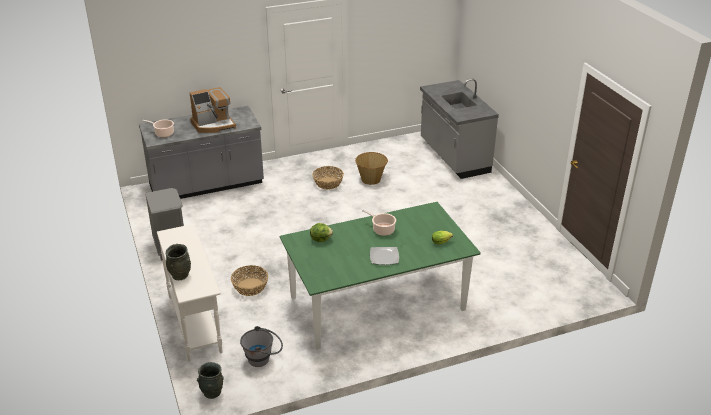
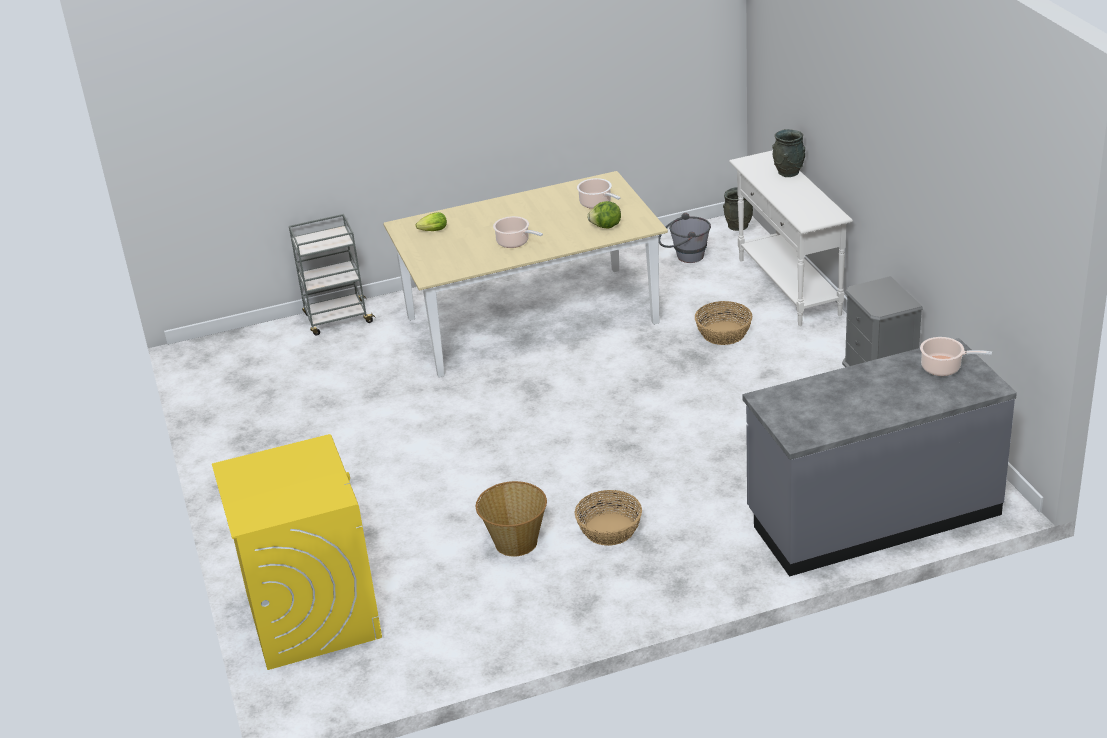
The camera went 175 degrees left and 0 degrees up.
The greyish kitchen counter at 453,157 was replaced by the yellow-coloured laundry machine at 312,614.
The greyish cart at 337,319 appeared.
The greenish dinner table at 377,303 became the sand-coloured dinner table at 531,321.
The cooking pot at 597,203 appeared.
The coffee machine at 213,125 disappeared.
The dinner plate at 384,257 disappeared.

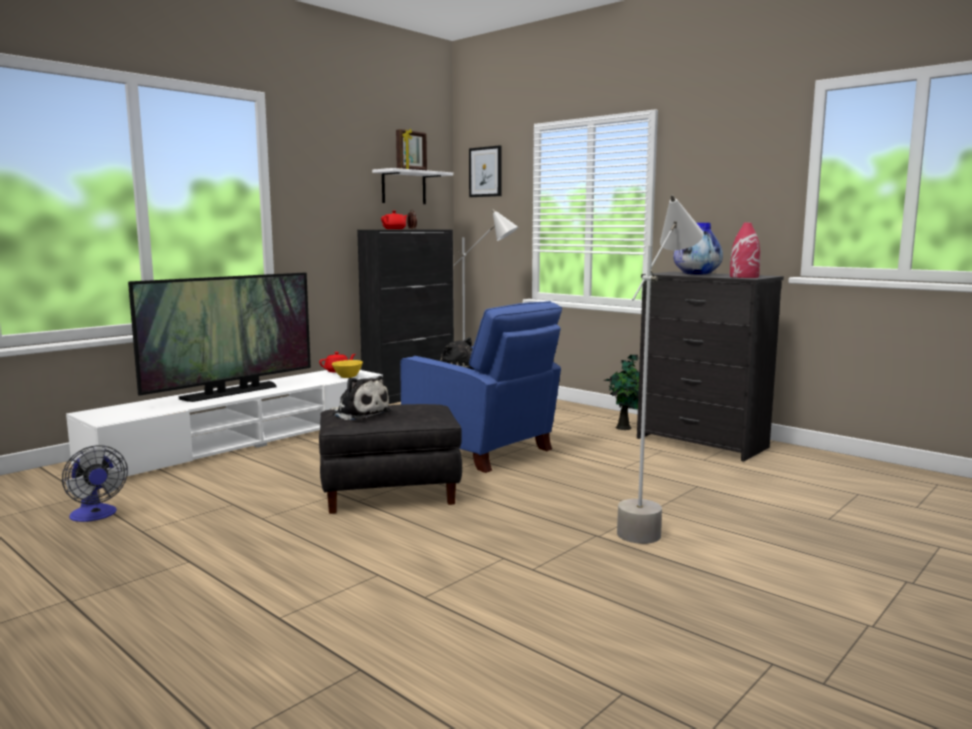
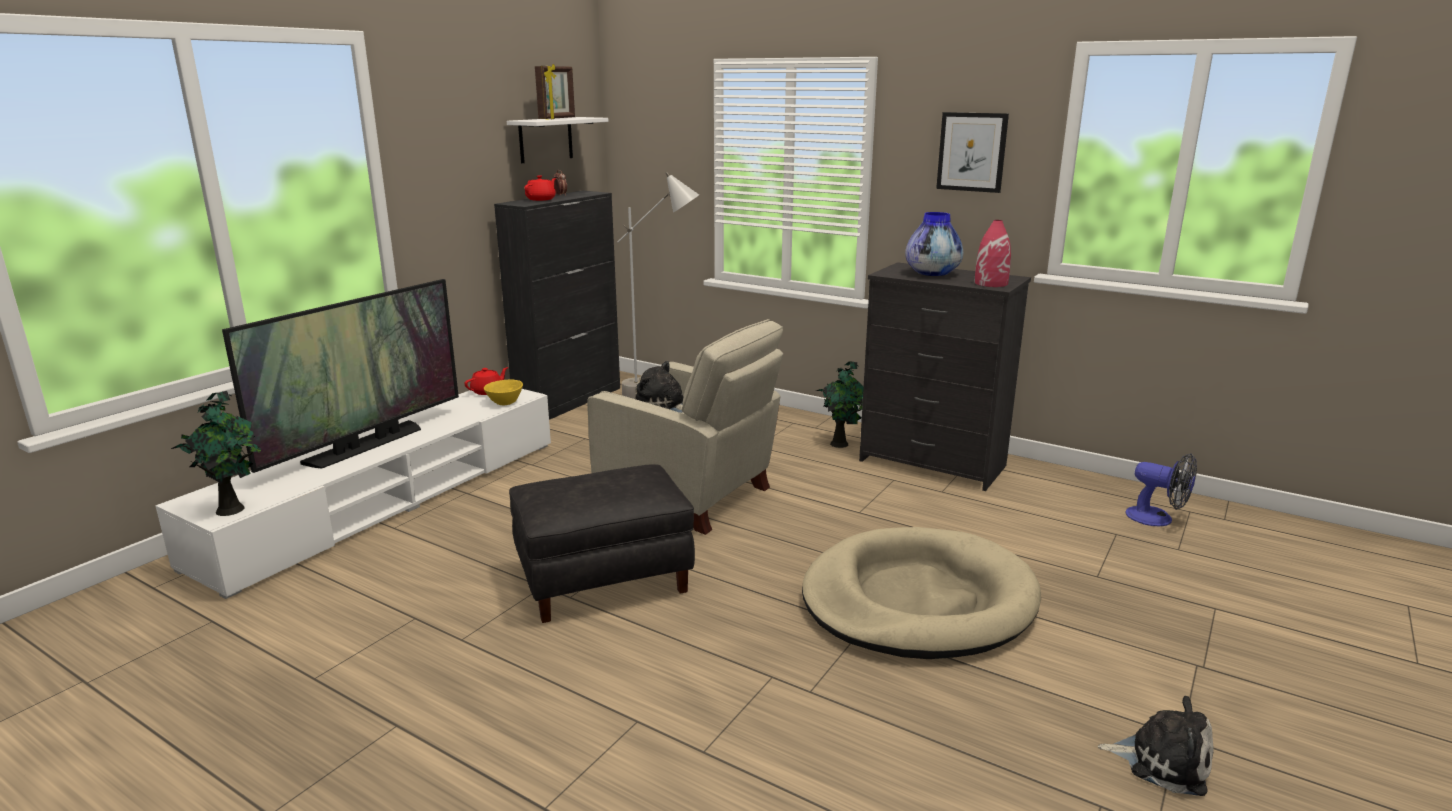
The camera went 10 degrees left and 10 degrees up.
The houseplant at 232,509 appeared.
The blue-coloured lounge chair at 483,451 became the sand-coloured lounge chair at 691,496.
The greyish standing lamp at 652,522 was replaced by the sand-coloured dog bed at 917,601.
The wall picture moved from 485,172 to 972,152.
The plush toy moved from 359,413 to 1162,761.
The electric fan moved from 95,516 to 1157,519.

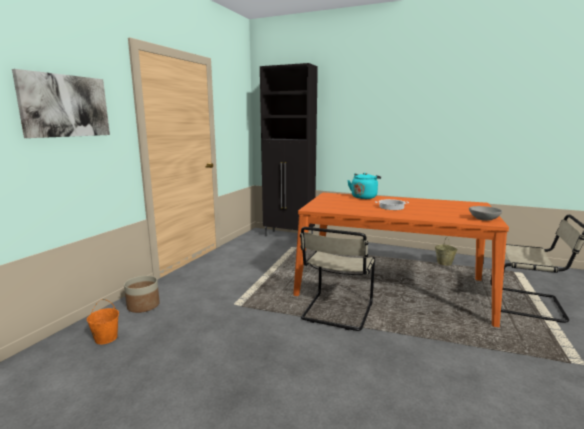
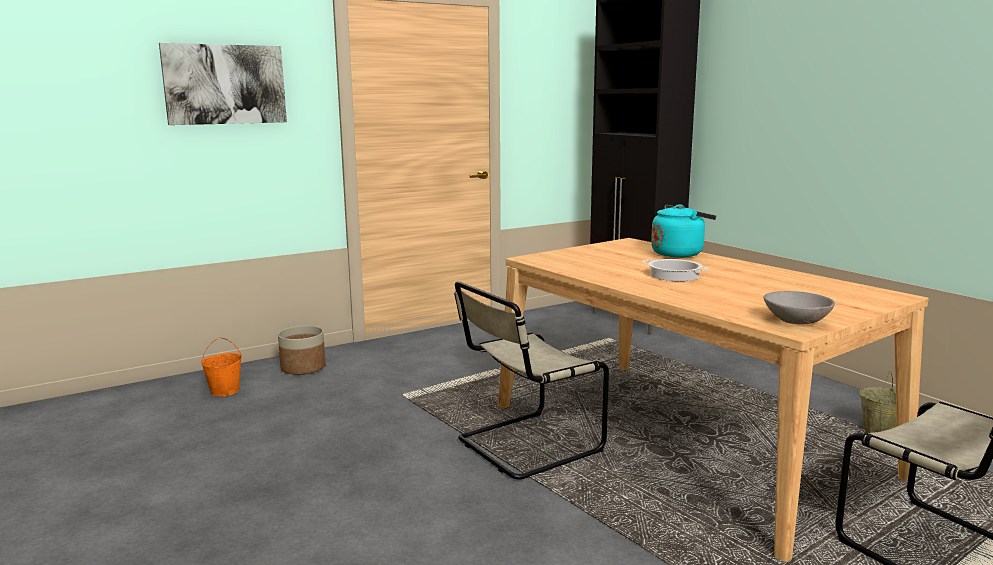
The camera went 35 degrees right and 0 degrees up.
The orange dinner table at 391,287 became the sand-coloured dinner table at 683,439.

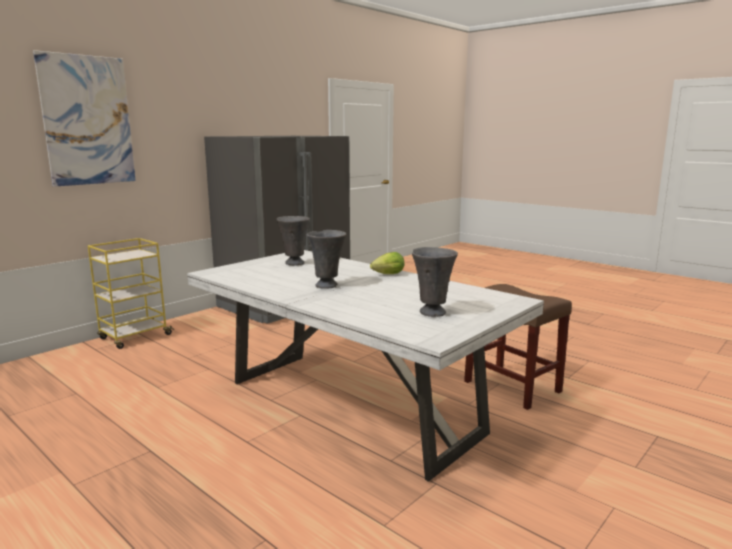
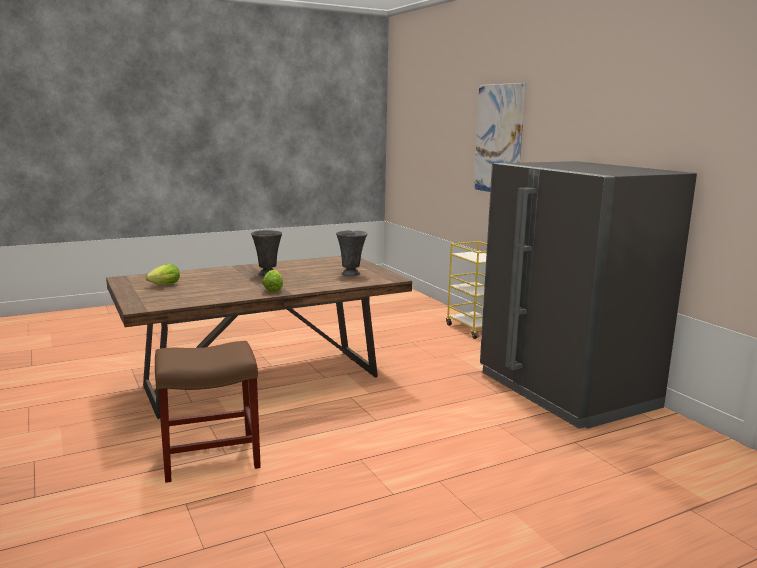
The camera went 110 degrees right and 0 degrees up.
The white dinner table at 352,407 became the brownish dinner table at 262,382.
The greyish vase at 432,312 was replaced by the lettuce at 163,285.

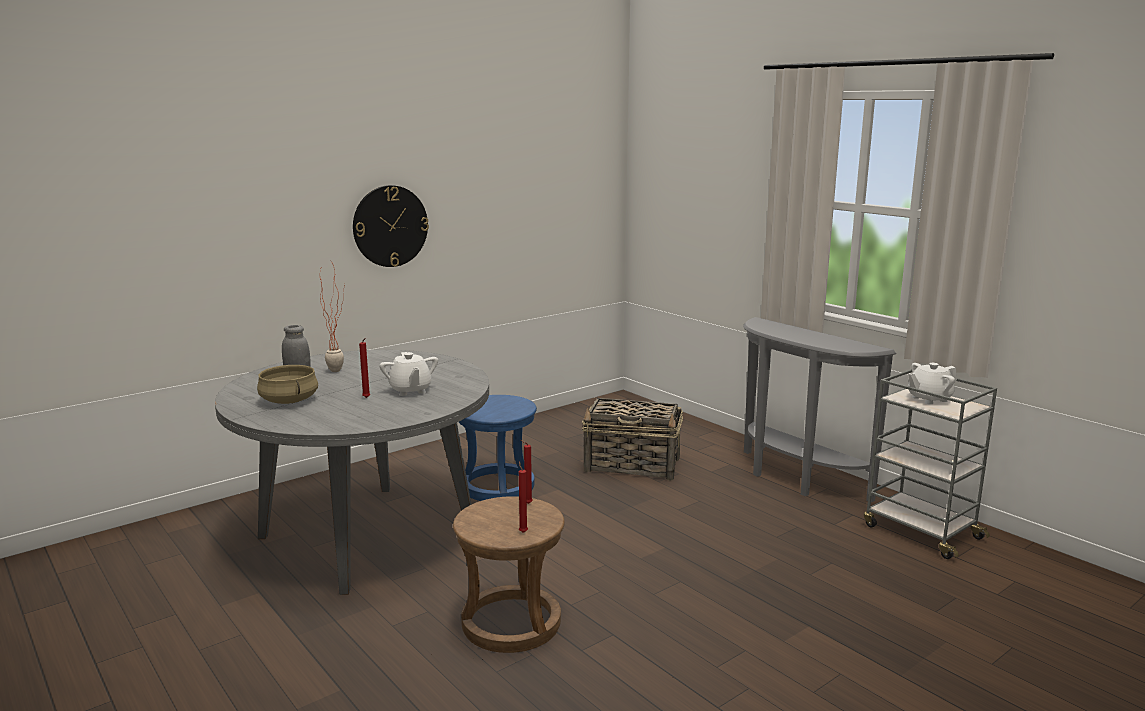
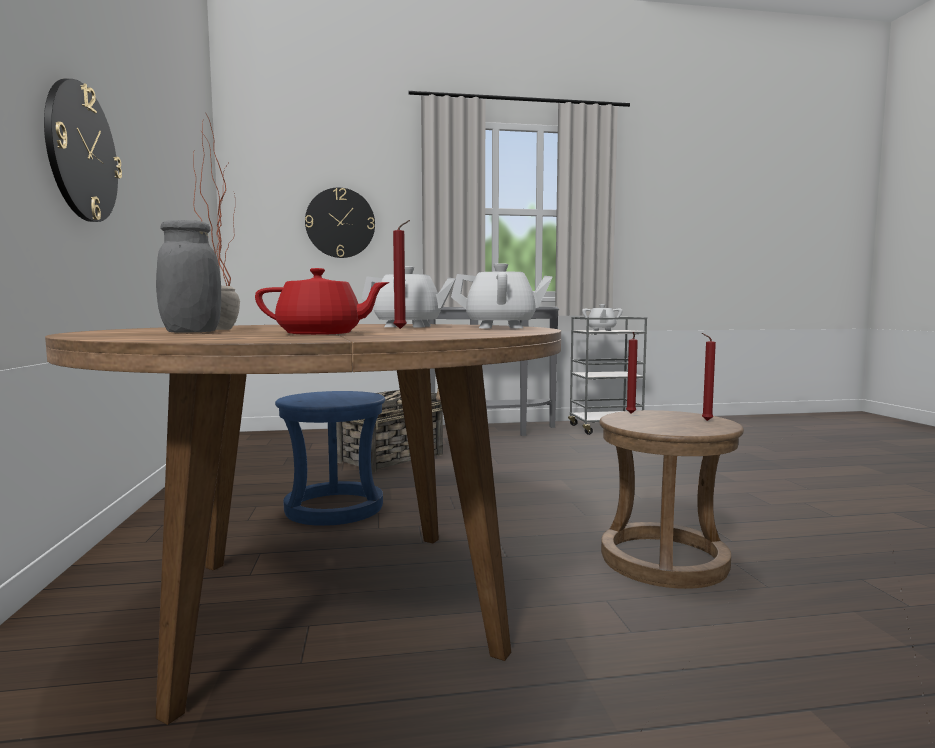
The camera went 60 degrees left and 10 degrees down.
The greyish dinner table at 367,535 became the brownish dinner table at 336,604.
The sand-coloured cooking pot at 290,400 was replaced by the red-coloured tea pot at 321,334.
The wall clock at 340,223 appeared.
The white tea pot at 501,327 appeared.

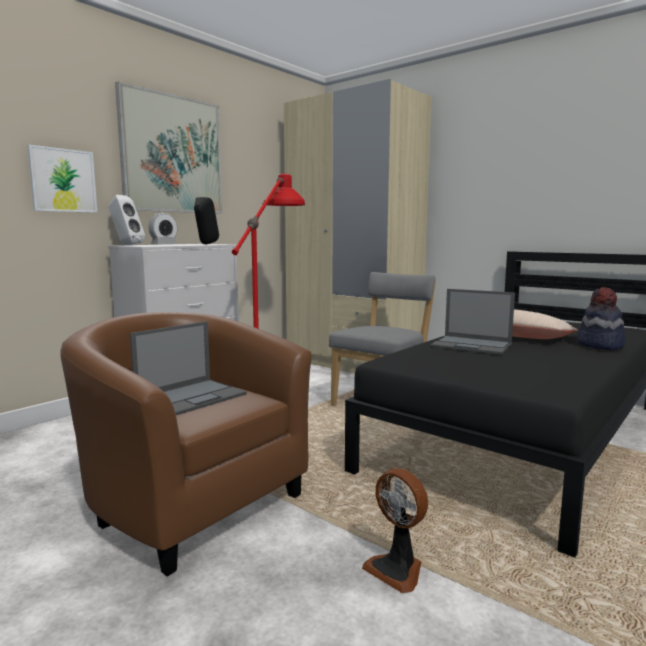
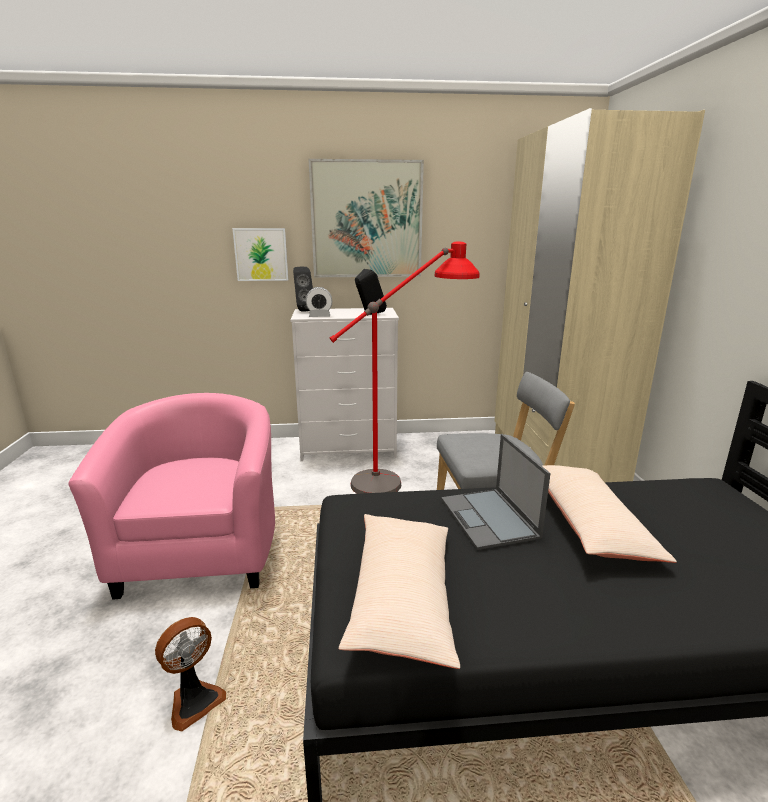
The camera went 45 degrees right and 10 degrees up.
The brownish lounge chair at 191,502 became the pink-coloured lounge chair at 203,551.
The electric fan at 397,569 turned 135 degrees counterclockwise.
The white speaker at 126,245 became the black-coloured speaker at 303,311.
The sand-coloured throw pillow at 403,597 appeared.
The laptop at 192,397 disappeared.
The clothing hat at 599,345 disappeared.

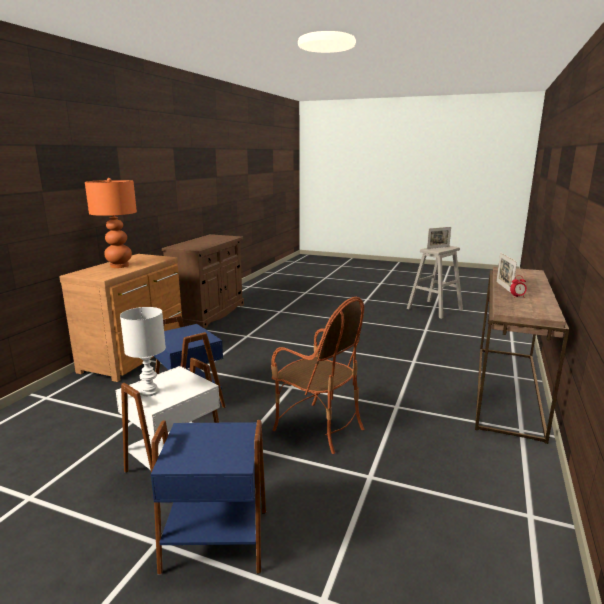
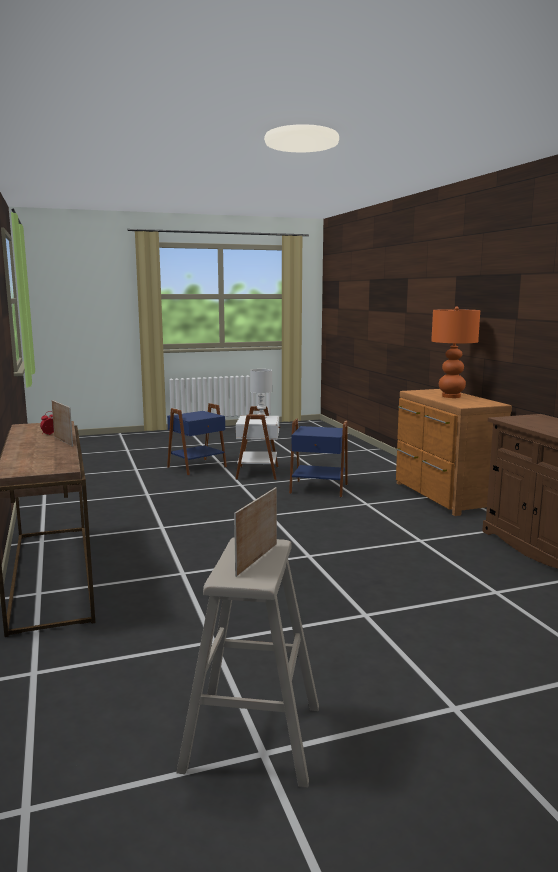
The camera went 140 degrees right and 5 degrees down.
The lounge chair at 318,428 disappeared.

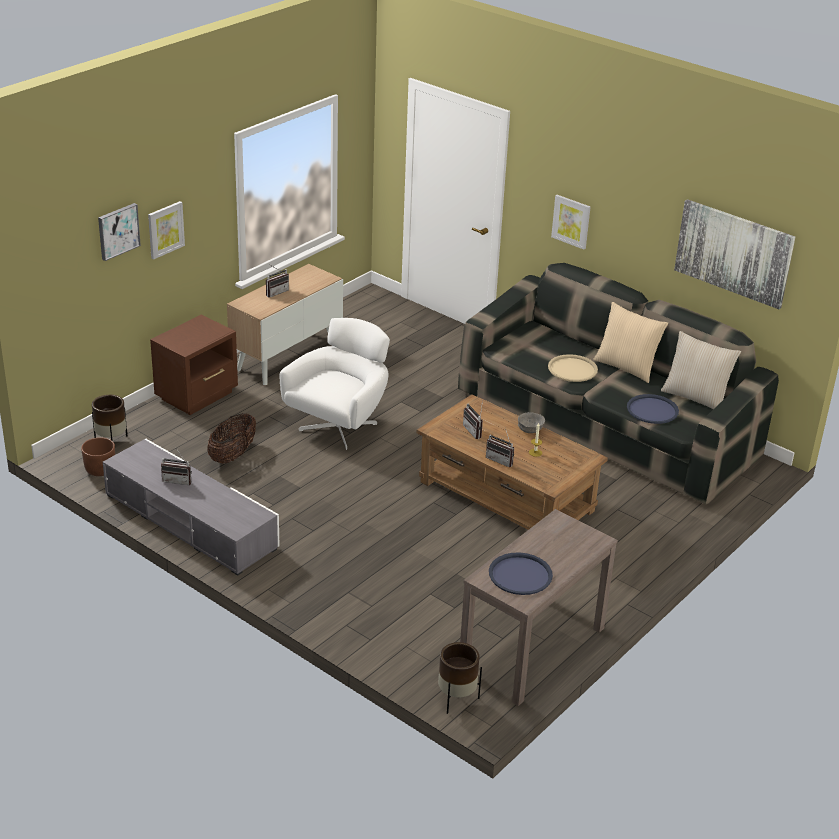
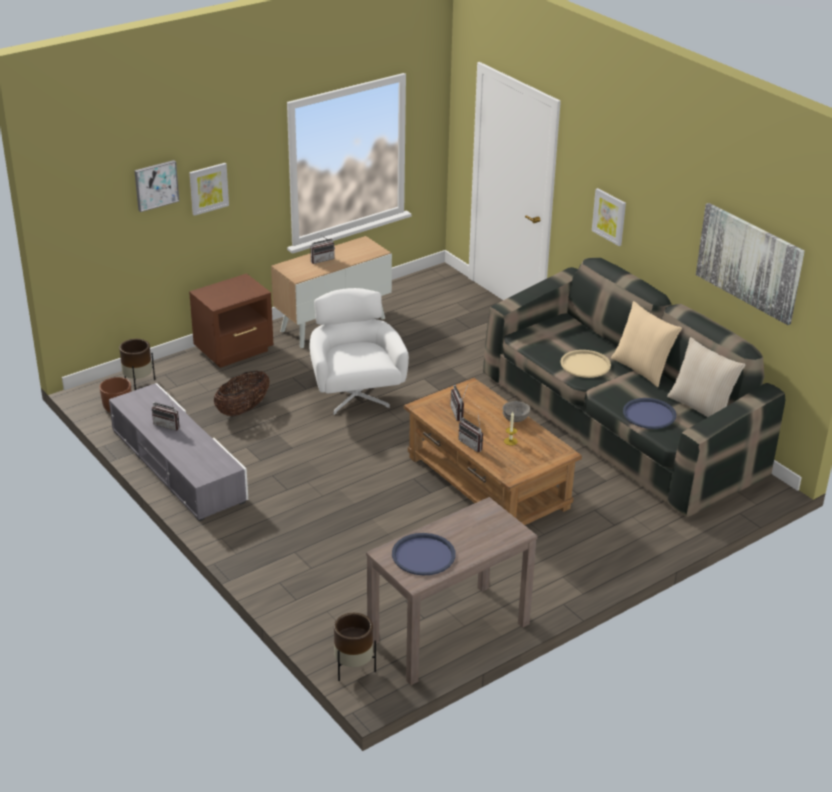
The camera went 15 degrees right and 0 degrees up.
The white lounge chair at 340,426 turned 60 degrees counterclockwise.

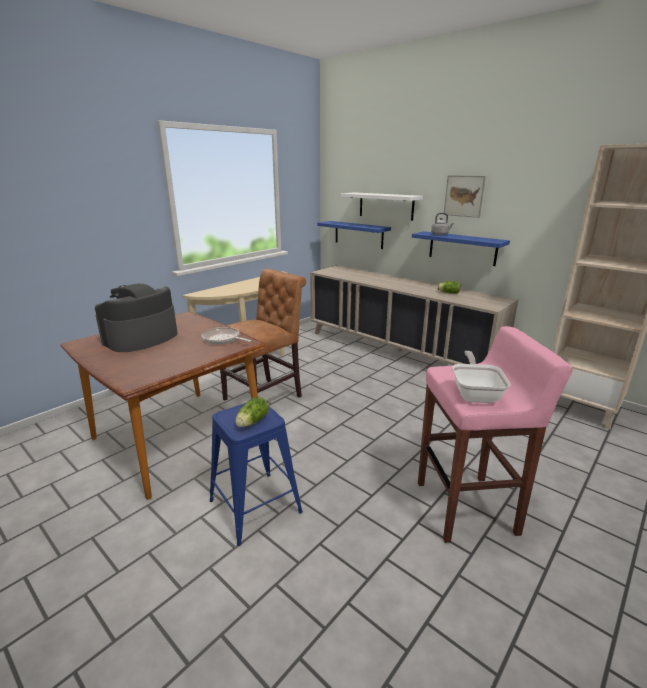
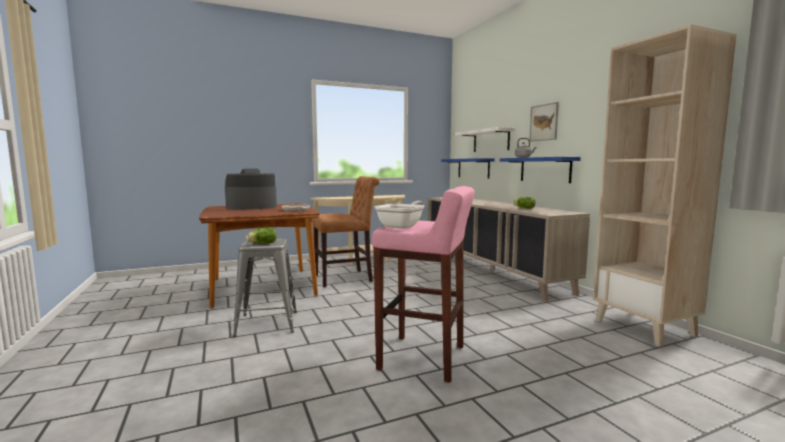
The camera went 25 degrees right and 15 degrees down.
The blue-coloured stool at 255,506 became the greyish stool at 267,323.

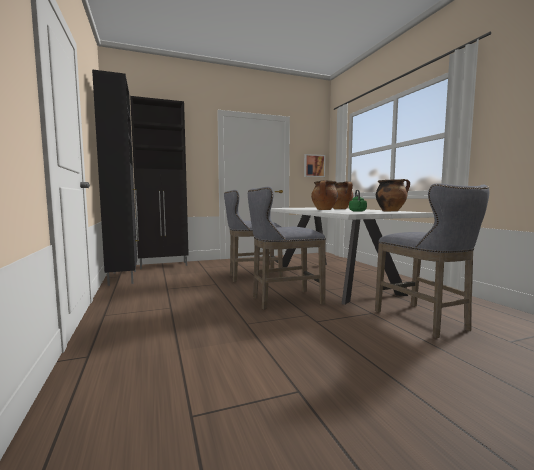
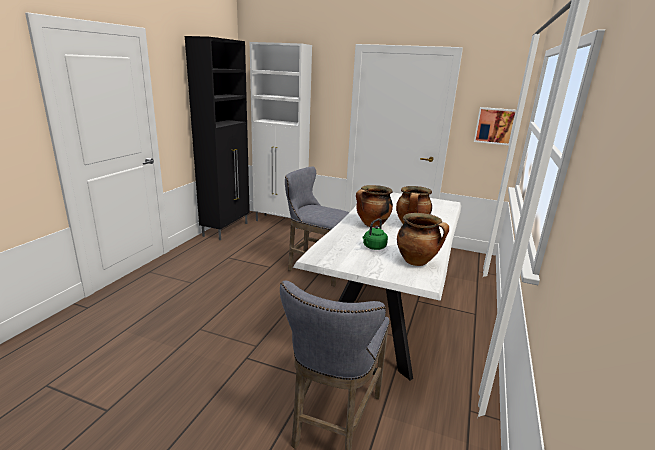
The camera went 40 degrees right and 15 degrees up.
The black-coloured cabinet at 164,265 became the white cabinet at 281,222.
The greyish stool at 282,300 disappeared.

